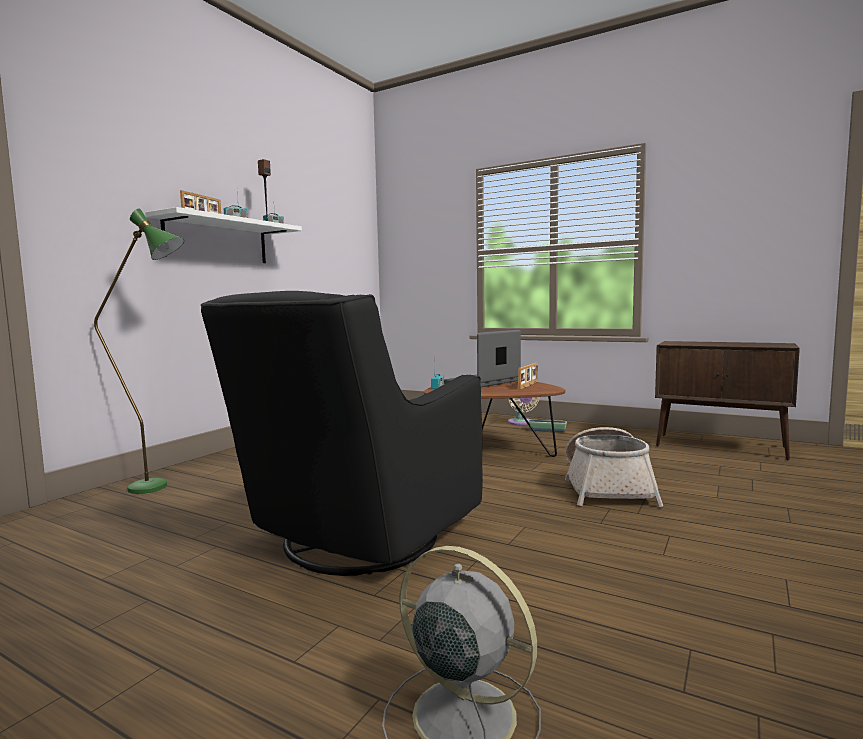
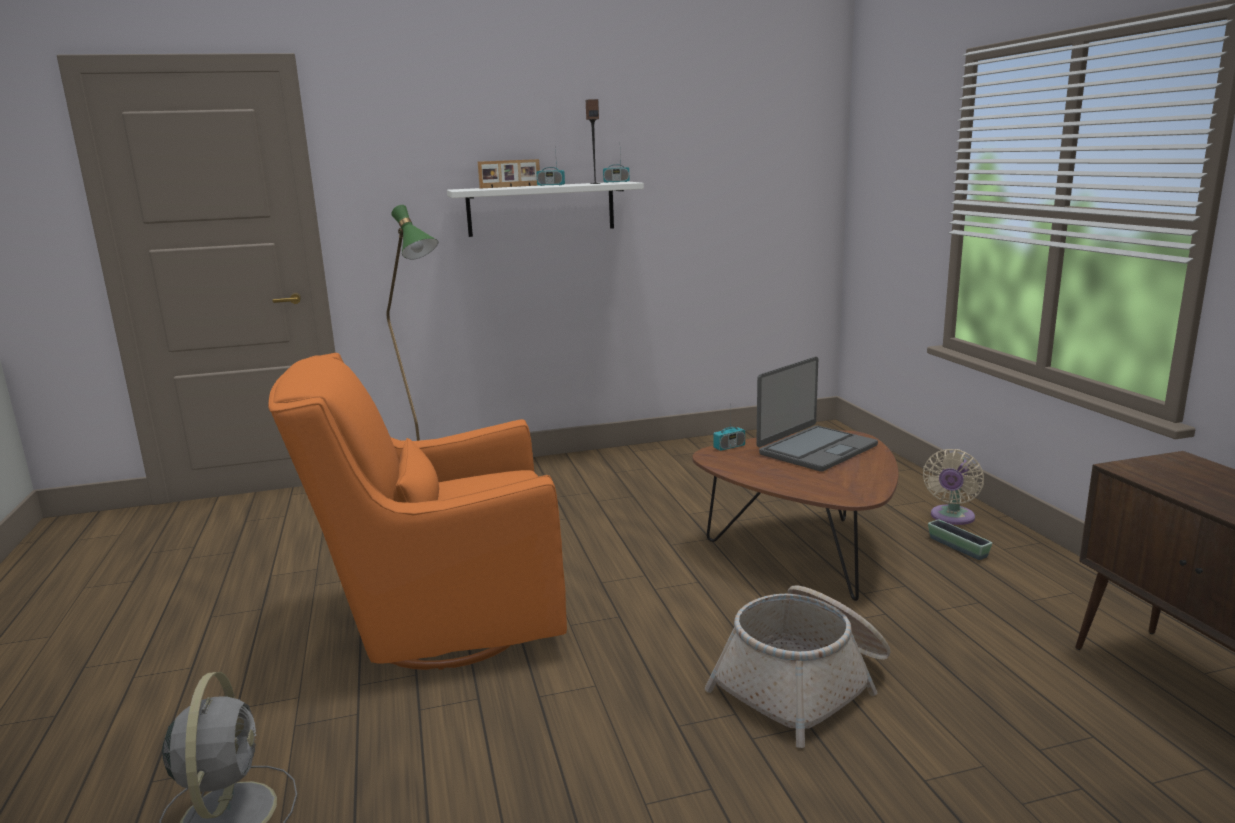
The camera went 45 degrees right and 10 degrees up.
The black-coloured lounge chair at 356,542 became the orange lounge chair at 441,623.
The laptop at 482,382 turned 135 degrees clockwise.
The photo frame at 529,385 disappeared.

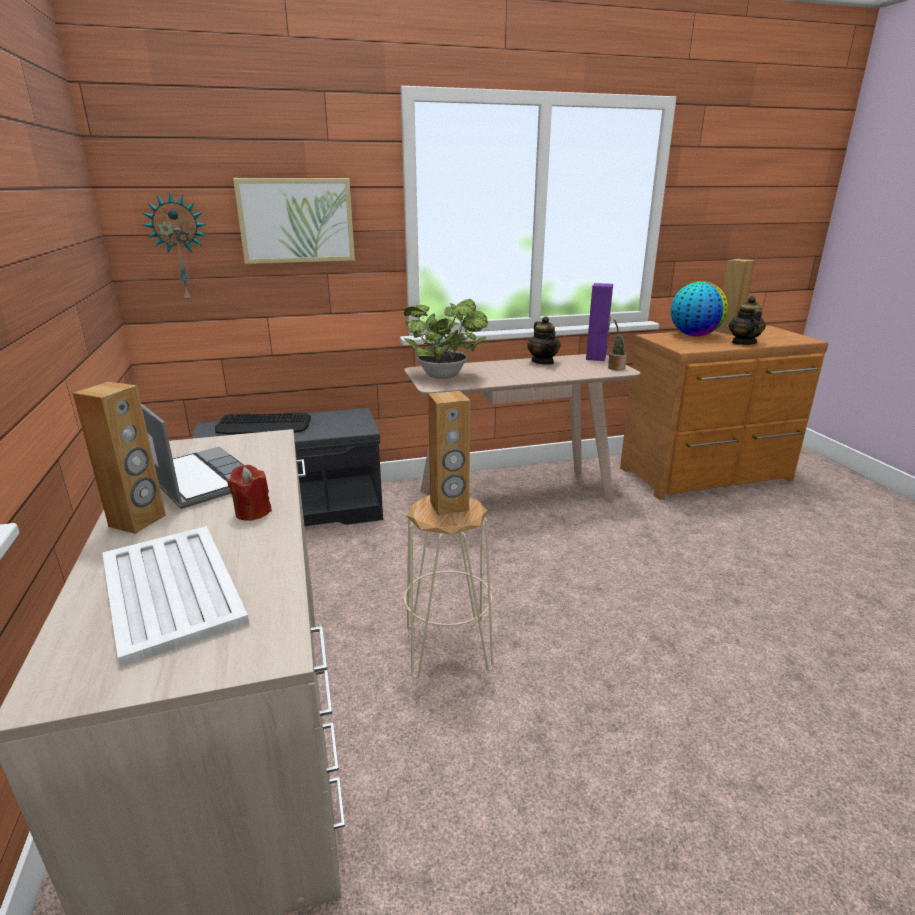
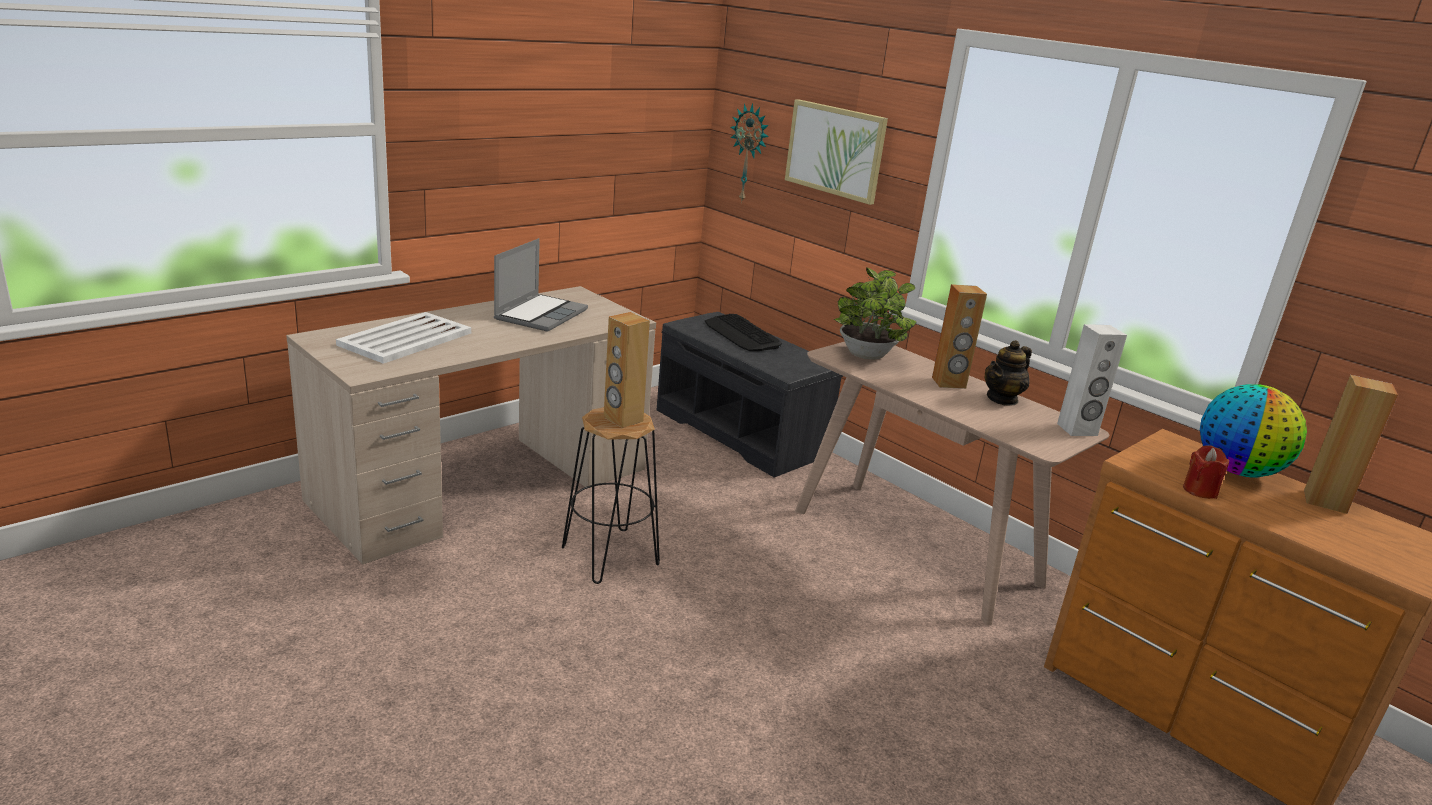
The camera went 60 degrees right and 0 degrees up.
The sand-coloured stool at 448,648 became the black-coloured stool at 609,556.
The brownish speaker moved from 138,521 to 949,383.
The purple-coloured speaker at 596,358 became the white speaker at 1077,430.
The red-coloured wax light moved from 252,512 to 1199,491.
The houseplant at 615,367 disappeared.
The tea pot at 743,343 disappeared.

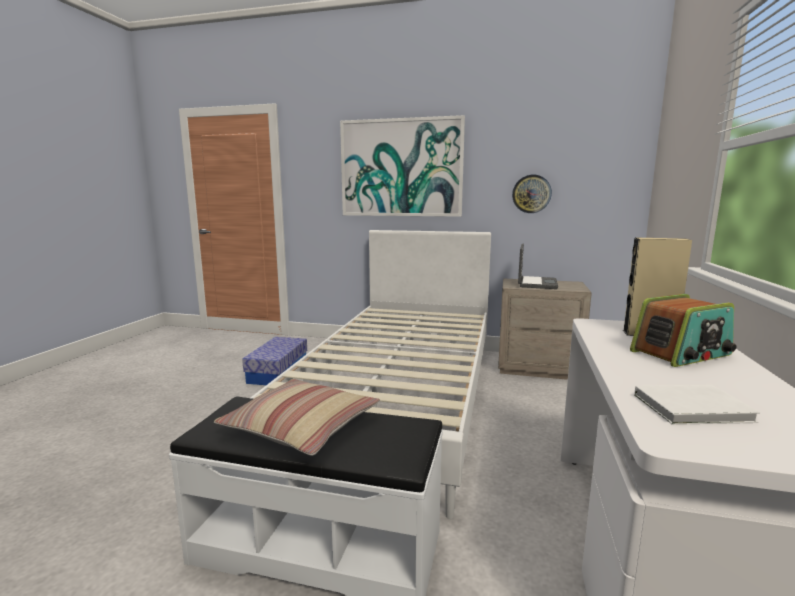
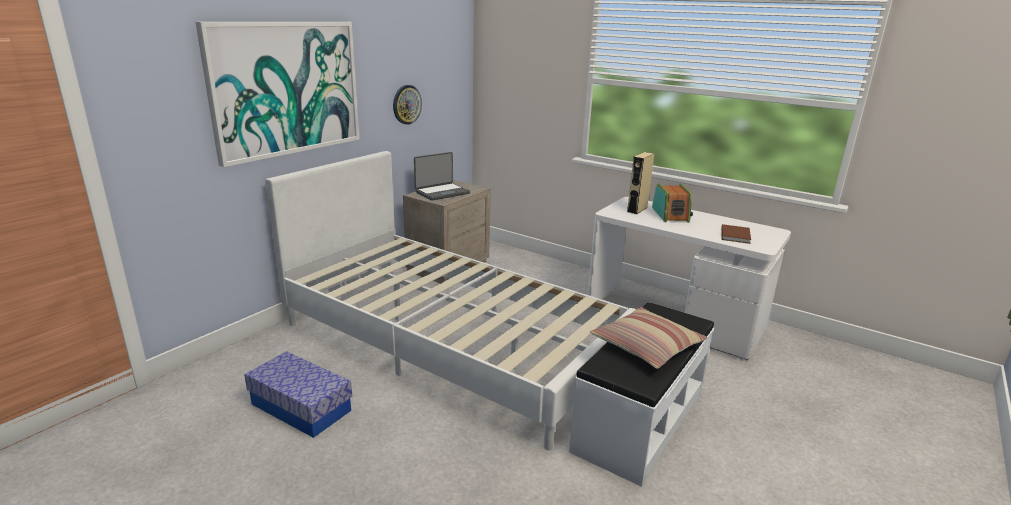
The camera went 70 degrees left and 10 degrees up.
The laptop at 536,283 turned 105 degrees clockwise.
The white volume at 695,408 became the brownish volume at 735,235.

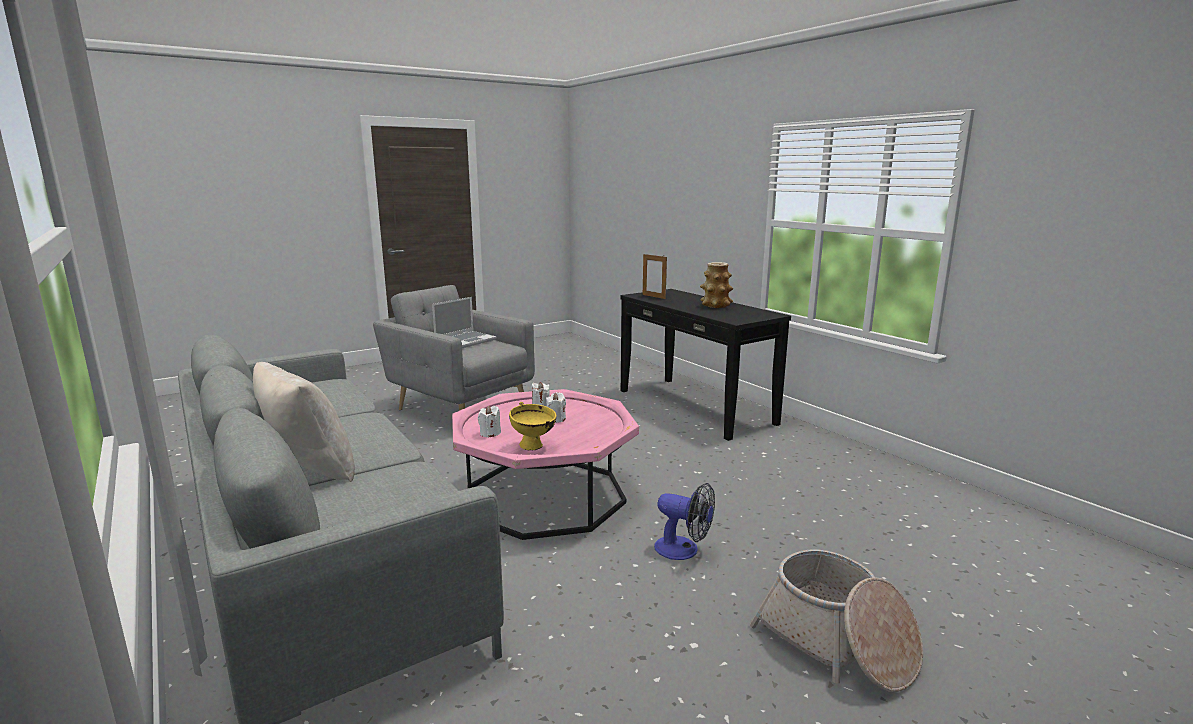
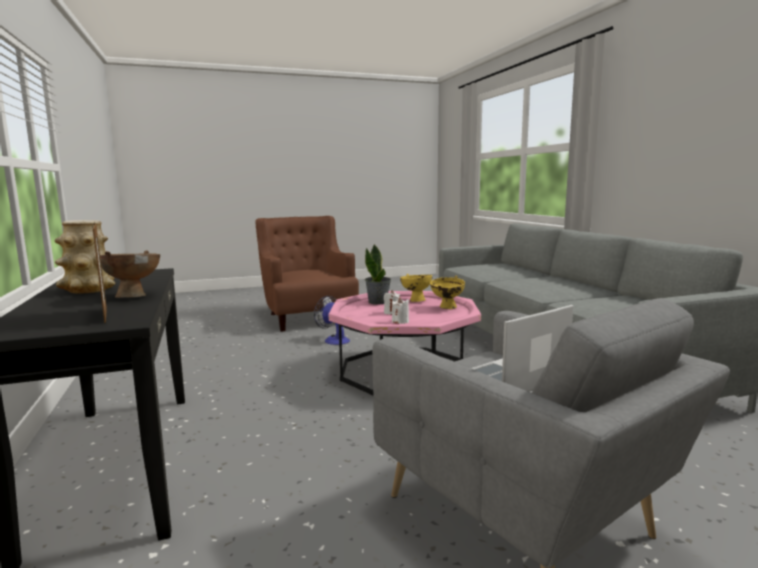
The camera went 165 degrees left and 5 degrees down.
The brownish serving bowl at 134,296 appeared.
The basket at 837,643 was replaced by the brownish lounge chair at 307,316.
The houseplant at 378,302 appeared.
The white wax light at 490,433 was replaced by the yellow-coloured serving bowl at 446,308.
The sand-coloured throw pillow at 309,469 disappeared.

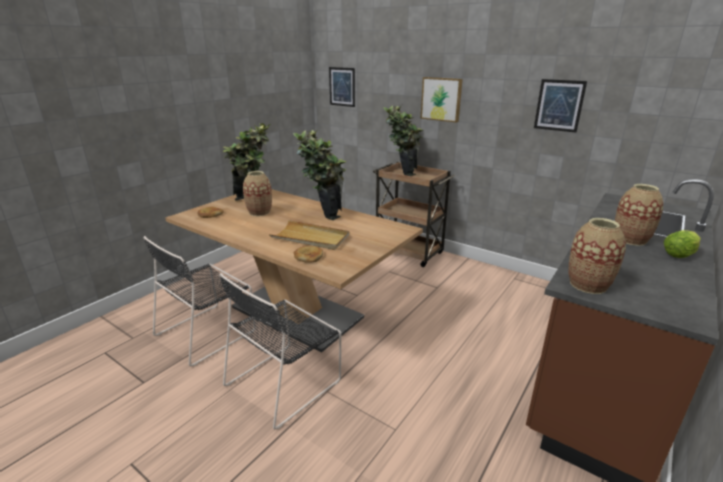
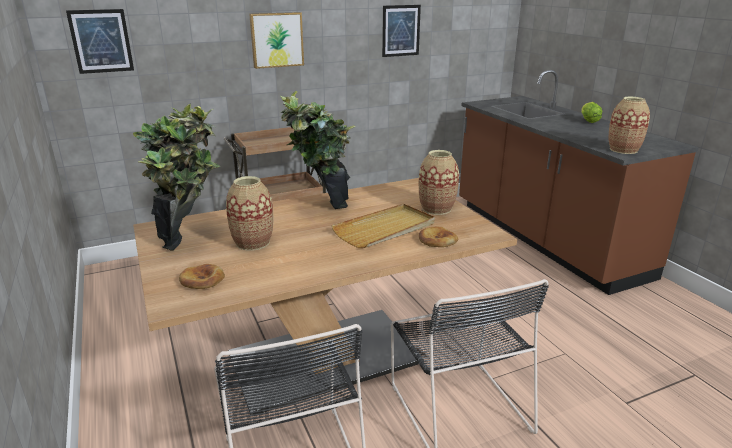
The camera went 60 degrees left and 0 degrees up.
The vase moved from 630,239 to 436,208.
The houseplant at 401,173 disappeared.

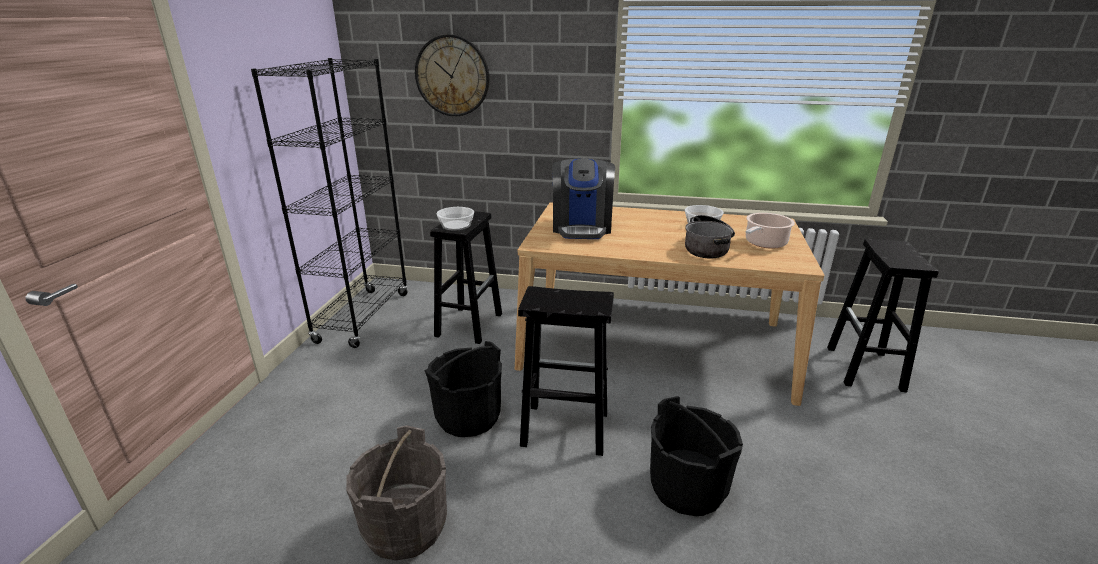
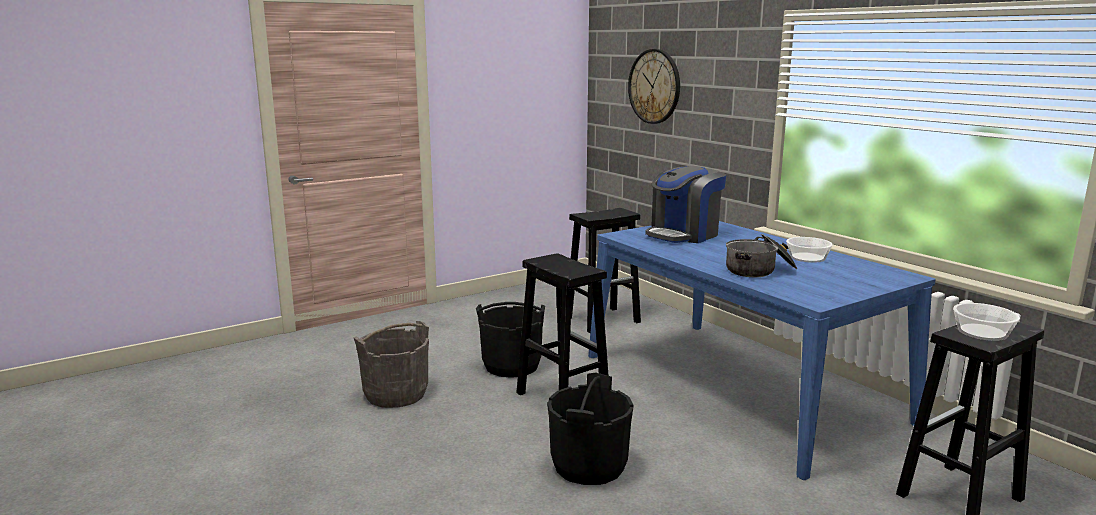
The camera went 45 degrees right and 10 degrees down.
The sand-coloured dinner table at 654,345 became the blue-coloured dinner table at 739,387.
The serving bowl moved from 456,225 to 982,332.
The black-coloured bookcase at 363,317 disappeared.
The cooking pot at 764,243 disappeared.

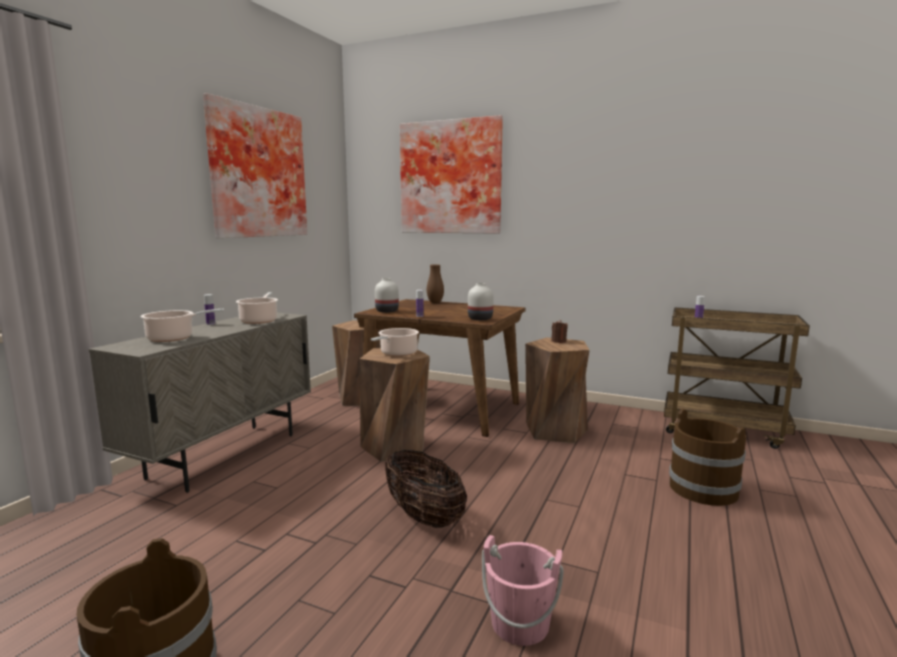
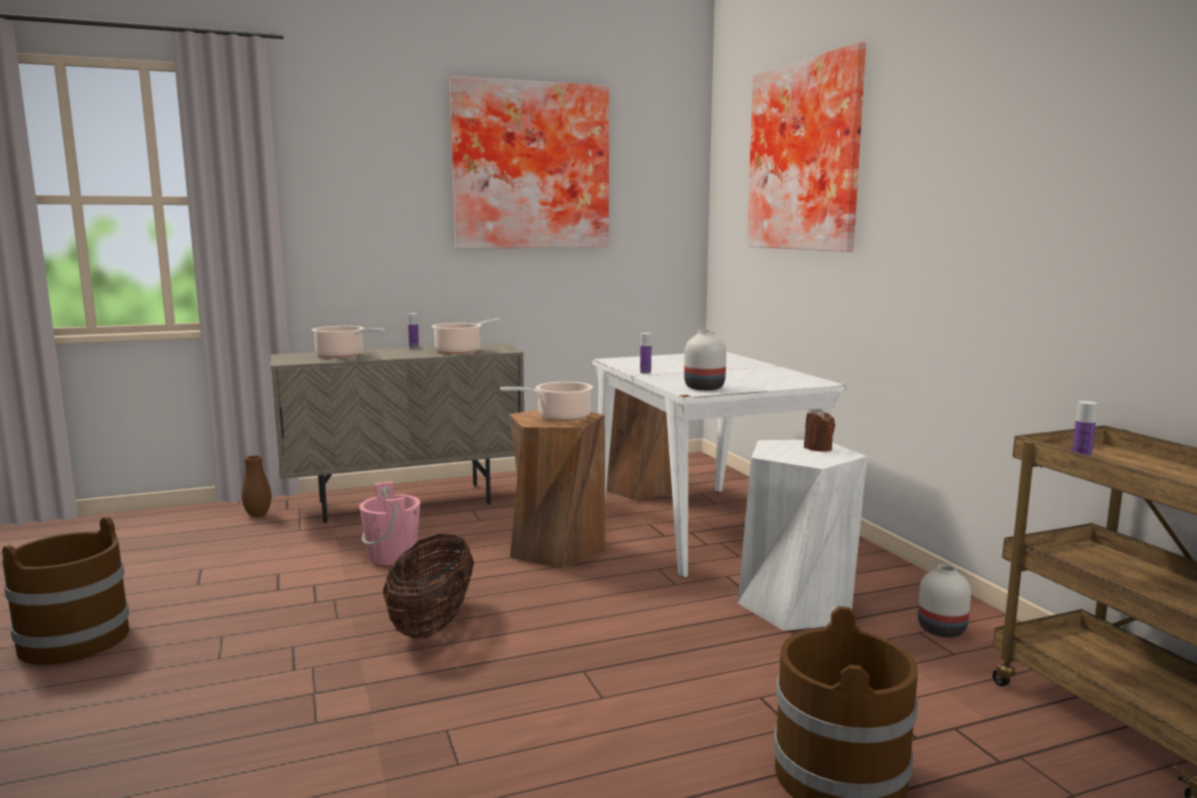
The camera went 45 degrees right and 0 degrees up.
The brownish vase moved from 435,302 to 258,515.
The pink-coloured bucket moved from 520,623 to 392,556.
The brownish dinner table at 443,409 became the white dinner table at 704,527.
The brownish stool at 555,430 became the white stool at 796,605.
The white vase moved from 386,311 to 940,630.

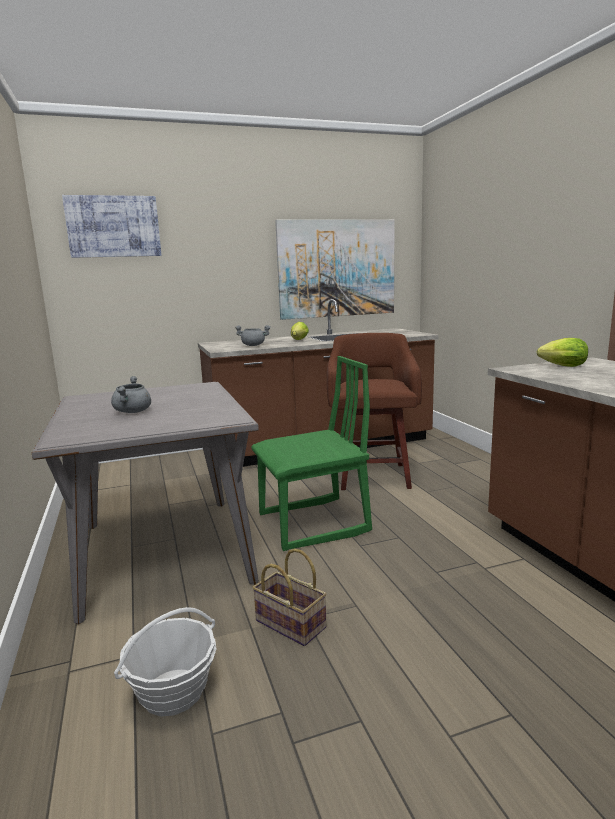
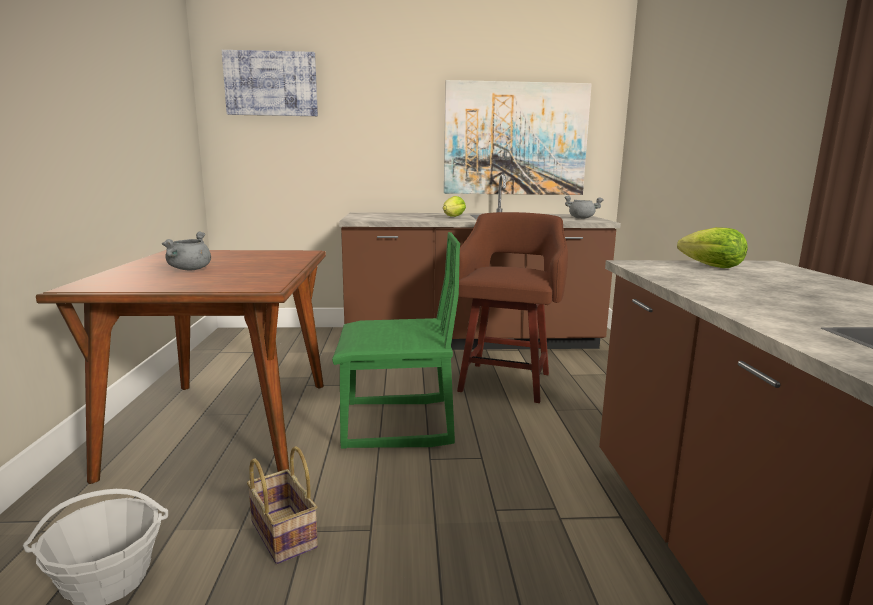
The camera went 15 degrees right and 0 degrees up.
The greyish dinner table at 164,551 became the brownish dinner table at 226,425.
The greyish cooking pot moved from 253,345 to 581,218.

